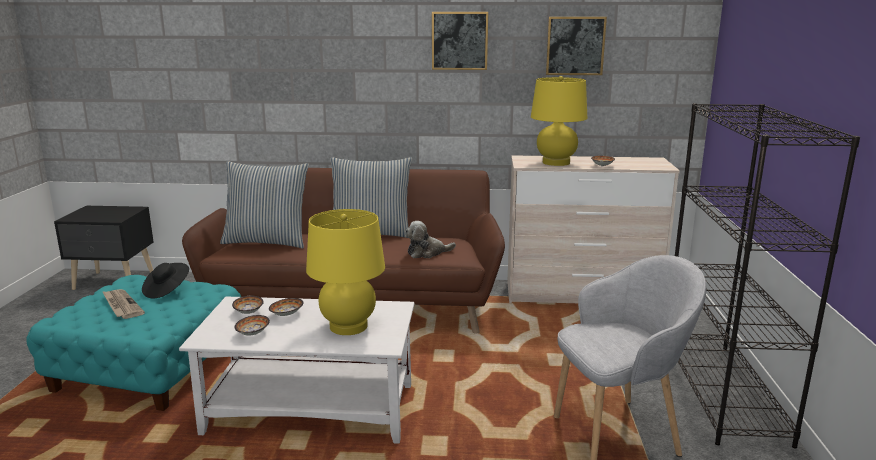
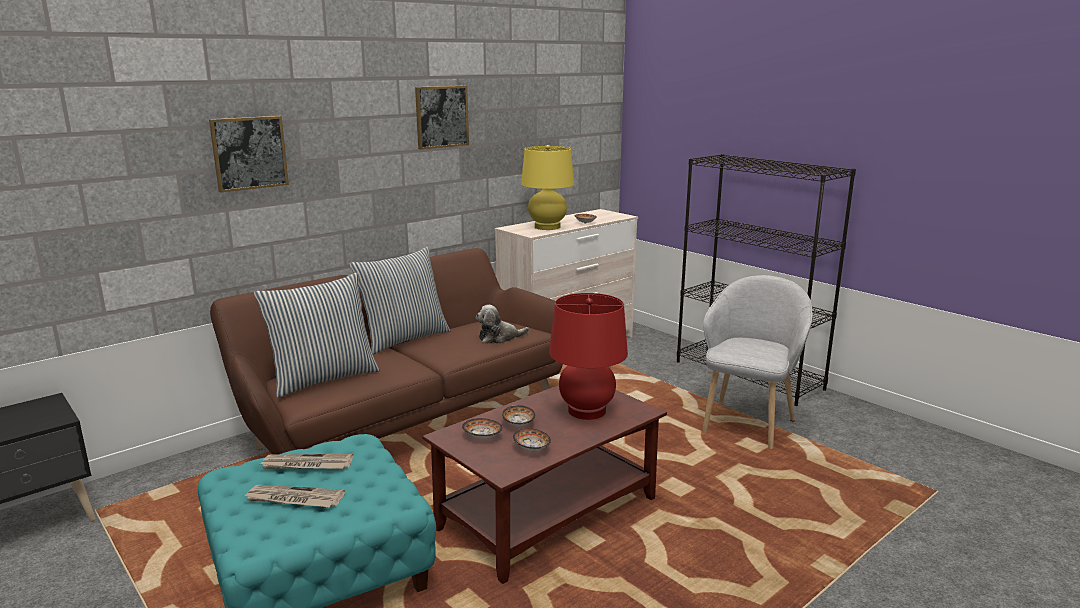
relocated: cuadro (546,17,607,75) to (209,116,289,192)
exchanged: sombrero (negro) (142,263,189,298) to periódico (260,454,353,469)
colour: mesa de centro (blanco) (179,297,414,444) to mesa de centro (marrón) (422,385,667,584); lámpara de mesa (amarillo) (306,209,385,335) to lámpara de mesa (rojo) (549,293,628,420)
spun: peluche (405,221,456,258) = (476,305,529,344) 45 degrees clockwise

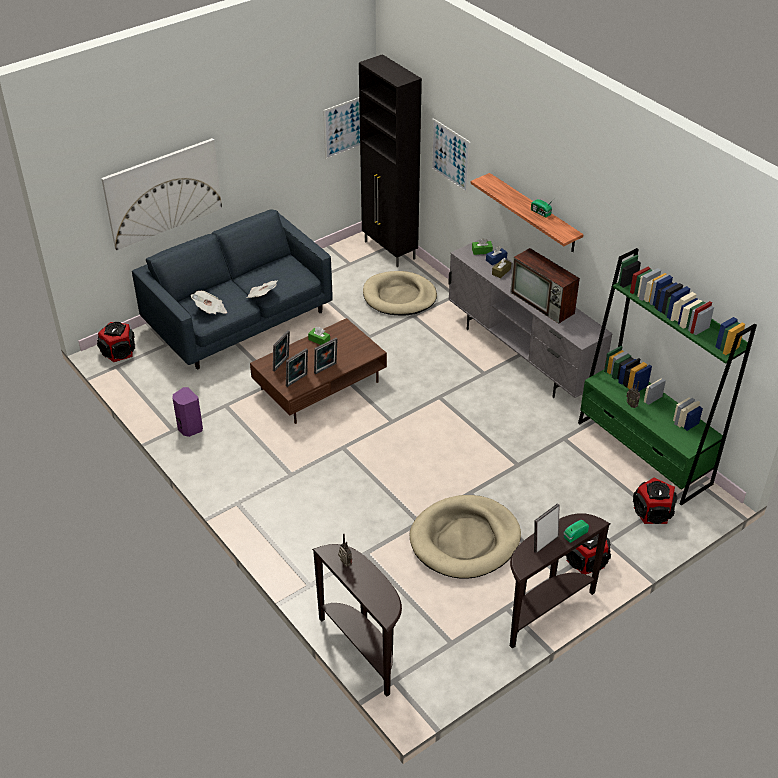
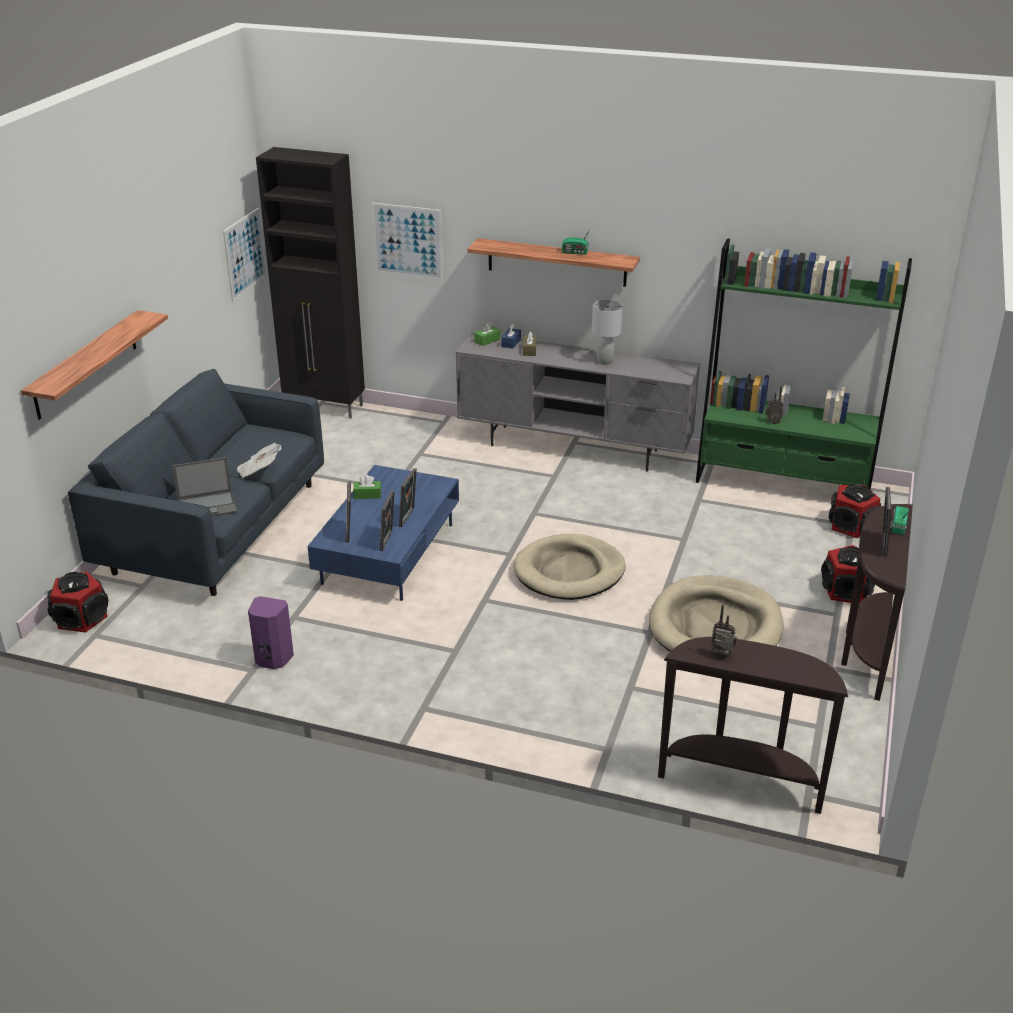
relocated: cama para perro (beis) (363,271,437,315) to (514,534,626,600)
exchanged: cuadro (101,138,222,250) to estante (21,310,168,420); periódico (191,291,227,314) to portátil (172,457,237,516); televisor (510,248,580,324) to lámpara de mesa (gris) (592,300,623,365)
colour: mesa de centro (marrón) (250,318,387,424) to mesa de centro (azul) (307,465,459,601)

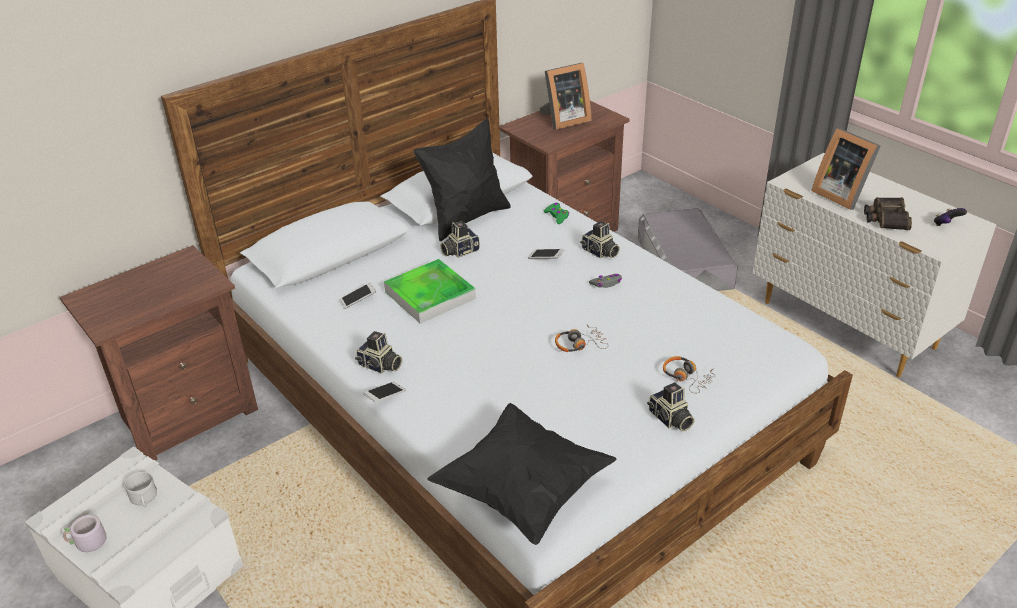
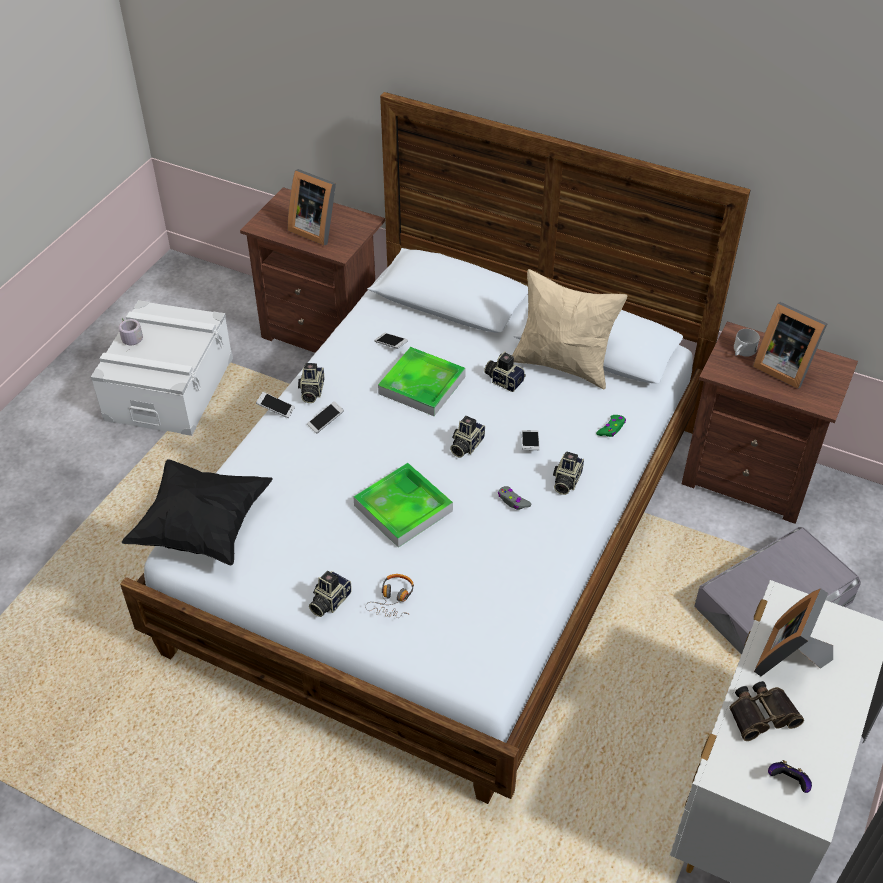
appeared: portarretratos (288,169,336,245); móvil (307,401,344,434); cámara (450,416,485,457)
relocated: taza grande (blanco) (124,472,157,507) to (734,329,760,357)
exchanged: auriculares (555,325,609,352) to bandeja (353,463,453,548)
colour: cojín (negro) (414,118,511,241) to cojín (beis) (512,269,627,389)

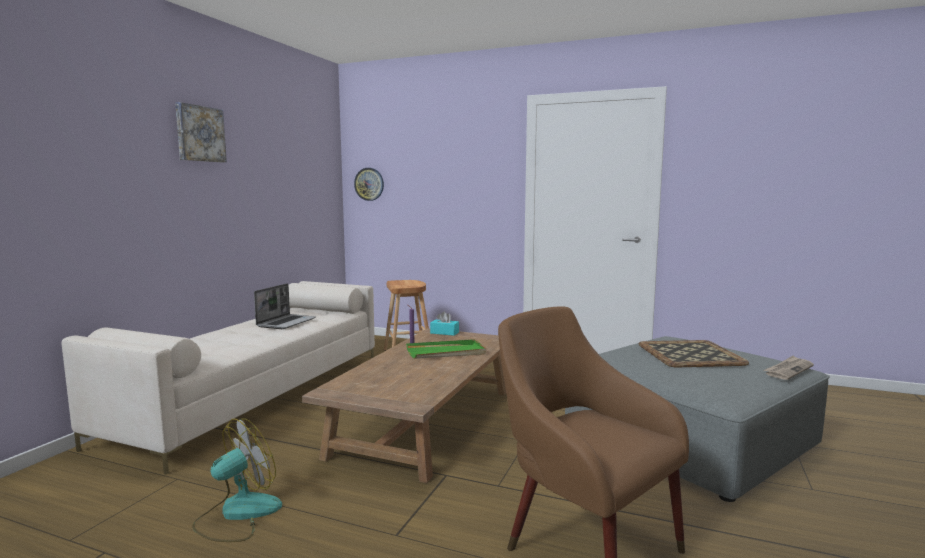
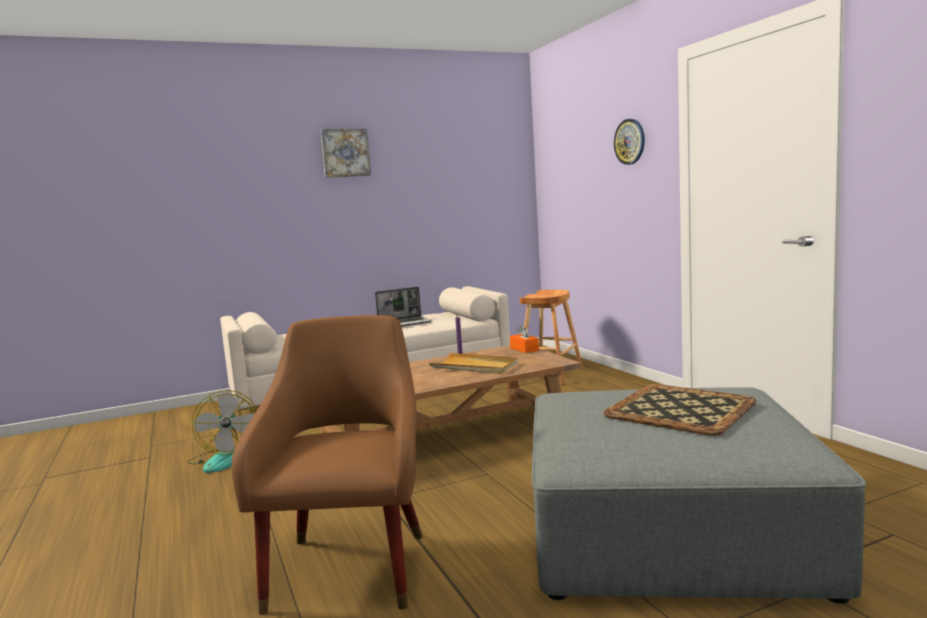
missing: periódico (763,356,814,380)
relocated: reloj de pared (354,168,384,201) to (614,119,645,165)
colour: bandeja (verde) (406,339,486,359) to bandeja (beis) (429,353,518,374); caja de pañuelos (turquesa) (430,311,459,336) to caja de pañuelos (naranja) (510,325,539,353)
spun: ventilador (192,419,282,542) = (187,390,257,473) 75 degrees clockwise

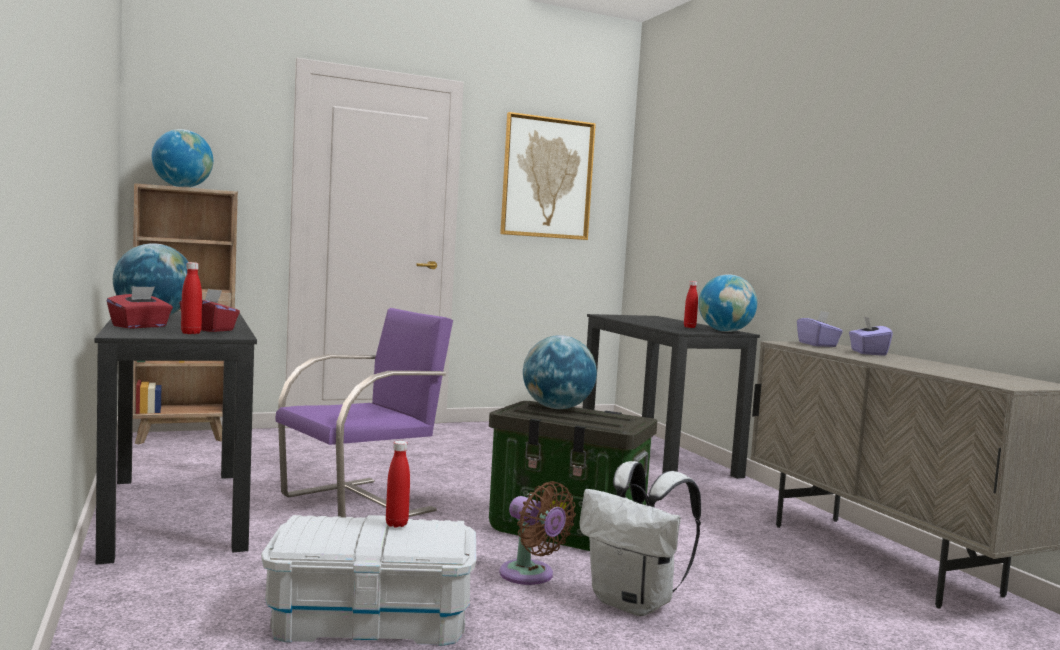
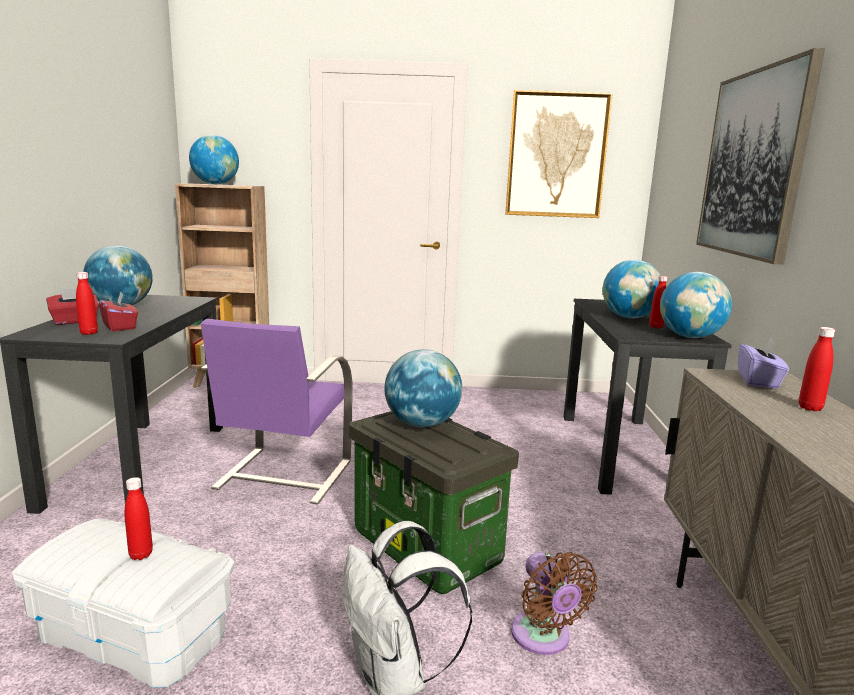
appeared: globo terráqueo (603,260,661,318); cuadro (696,48,825,265)
relocated: ventilador (marrón) (499,481,576,585) to (511,552,598,655)
exchanged: caja de pañuelos (morado) (849,316,893,356) to botella (rojo) (799,327,835,411)
spun: silla (morado) (275,308,453,518) = (201,319,353,504) 120 degrees clockwise

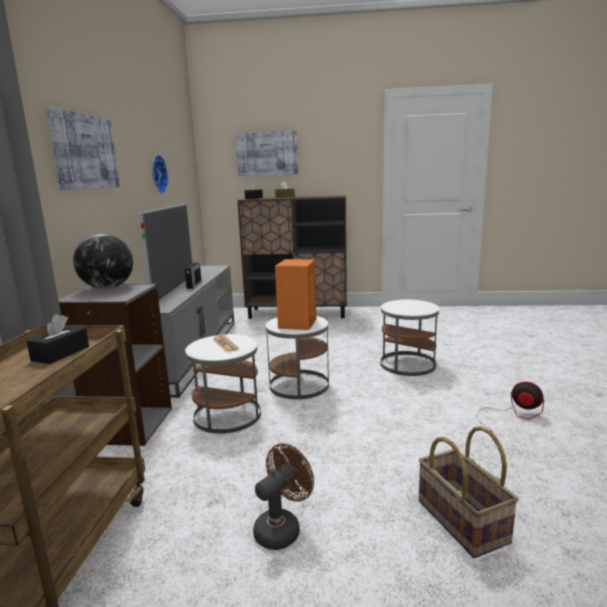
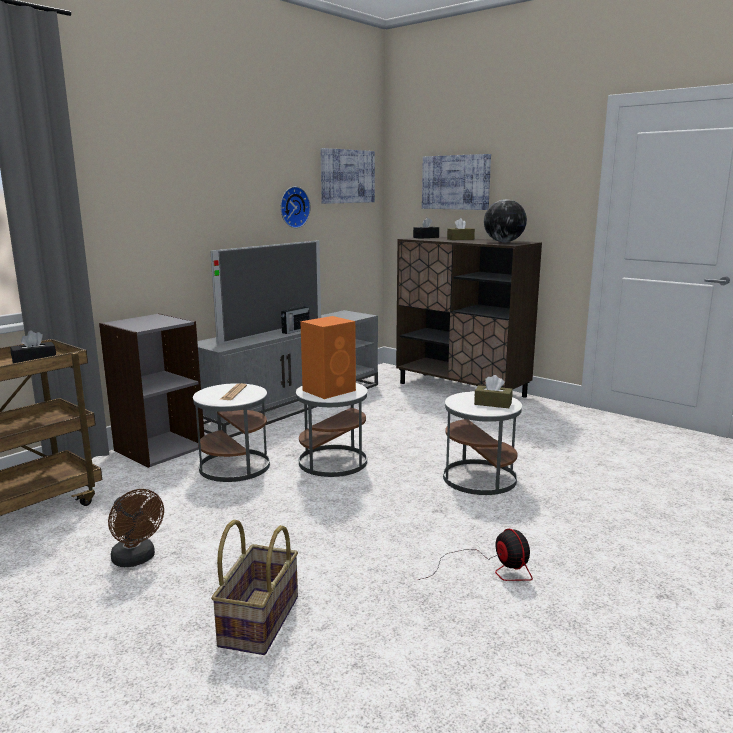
appeared: caja de pañuelos (marrón) (474,375,513,408)
relocated: cuadro (46,106,120,190) to (320,148,375,204); globo terráqueo (73,234,133,289) to (484,199,527,242)
spun: ventilador (marrón) (253,443,314,550) = (108,489,164,567) 60 degrees clockwise

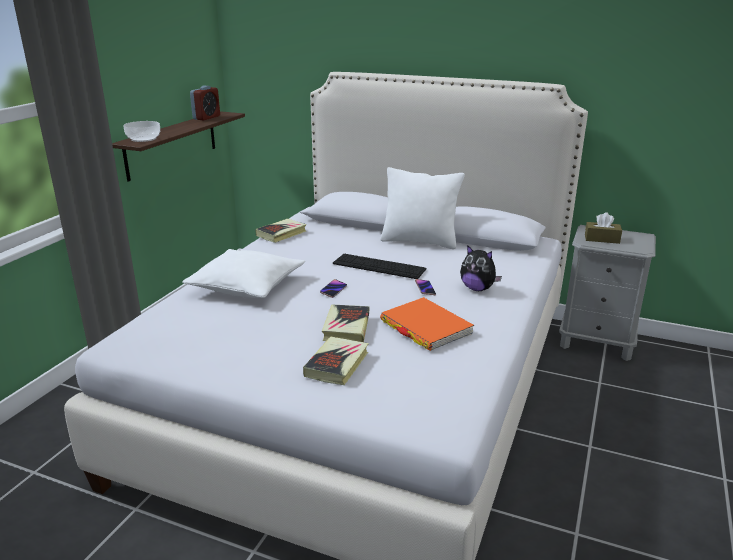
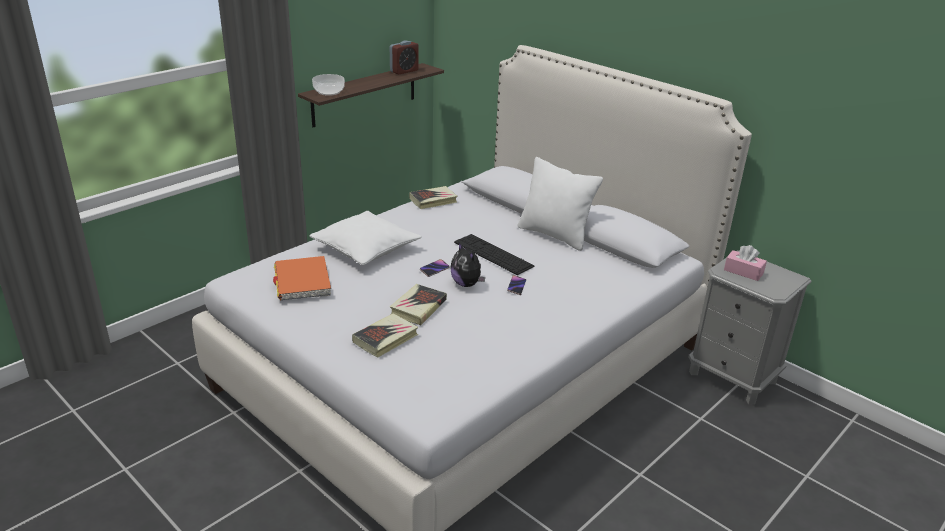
relocated: libro (naranja) (380,297,474,351) to (273,256,331,300); peluche (460,245,502,291) to (450,243,485,287)
colour: caja de pañuelos (marrón) (585,212,622,244) to caja de pañuelos (rosa) (724,245,767,281)

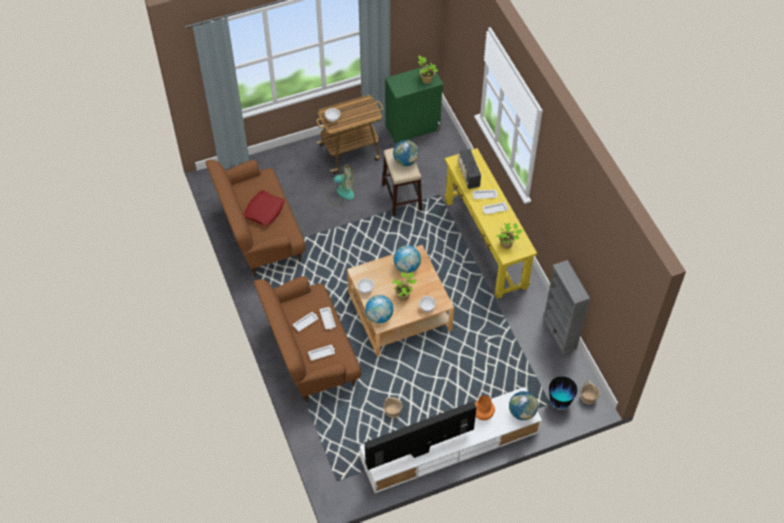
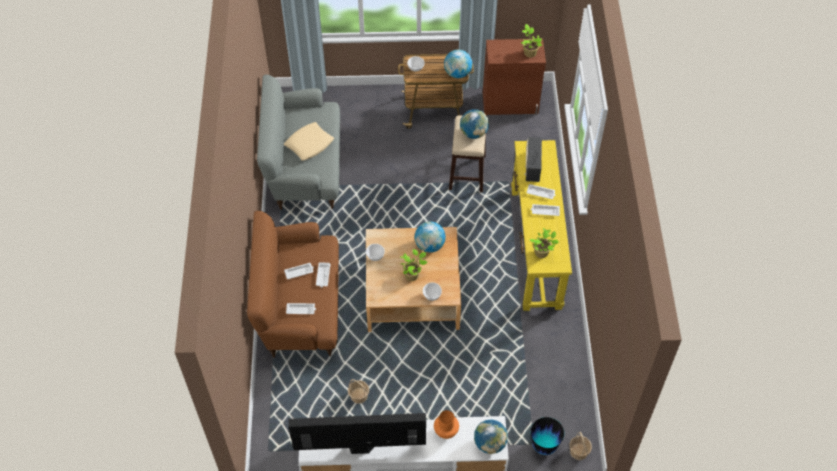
missing: ventilador (326,164,355,205); estantería (gris) (543,260,590,354)
relocated: globo terráqueo (365,295,393,323) to (444,50,472,78)
colour: sofá (marrón) (206,160,306,276) to sofá (gris) (257,75,340,210); cojín (rojo) (244,190,285,227) to cojín (beis) (284,122,334,161); armario (verde) (385,65,444,143) to armario (marrón) (483,39,546,115)

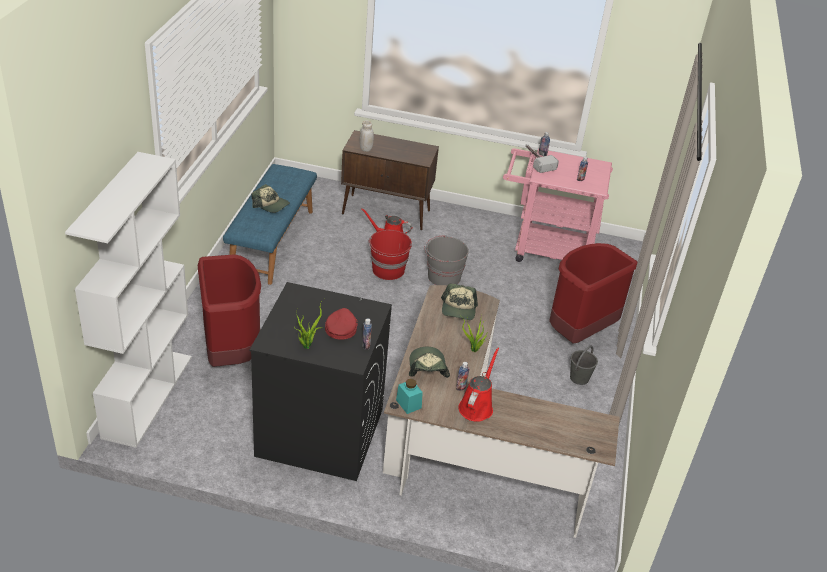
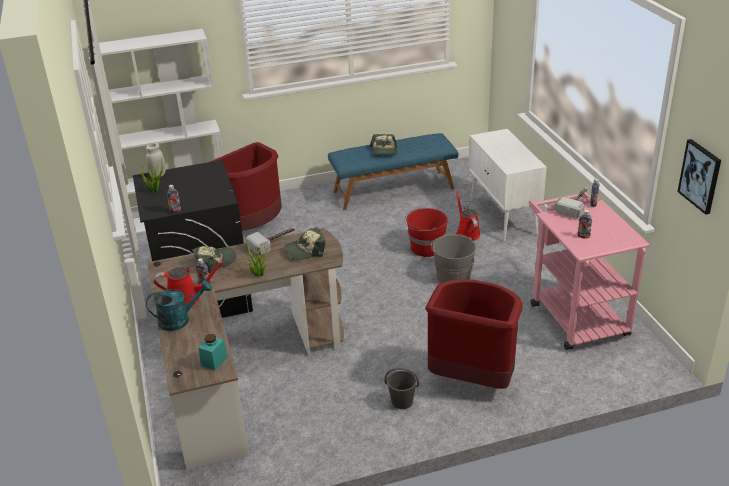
missing: gorra (rojo) (325,308,358,340)
appeared: regadera (turquesa) (146,280,212,331); martillo (246,227,296,256); cuadro (678,139,721,215)
relocated: tarro (blanco) (360,120,374,152) to (146,143,166,178); tarro (turquesa) (396,379,423,414) to (199,334,228,370)
colour: armario (marrón) (341,130,439,230) to armario (blanco) (469,129,547,242)

